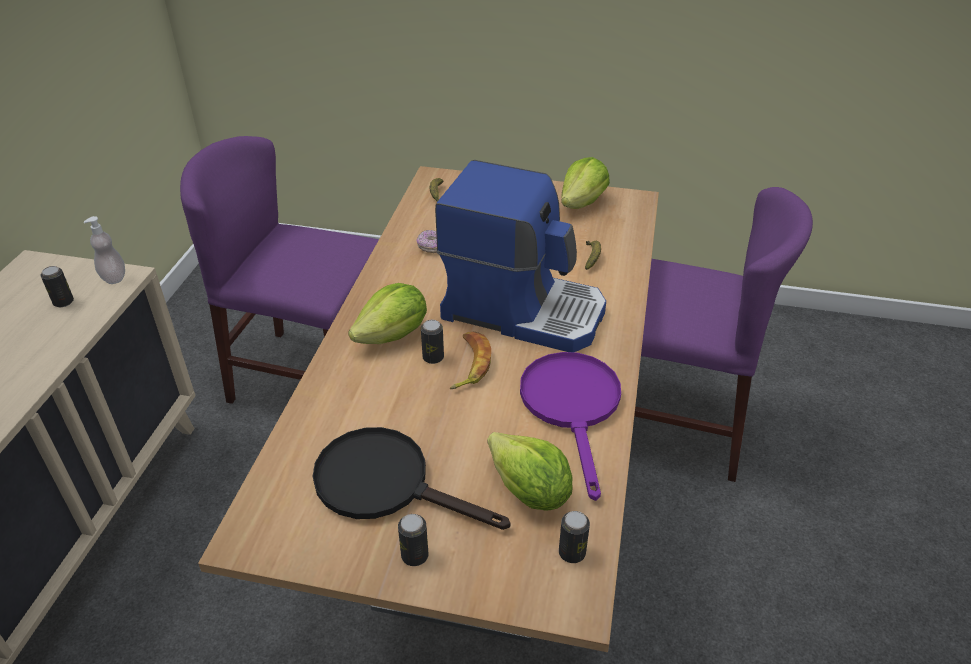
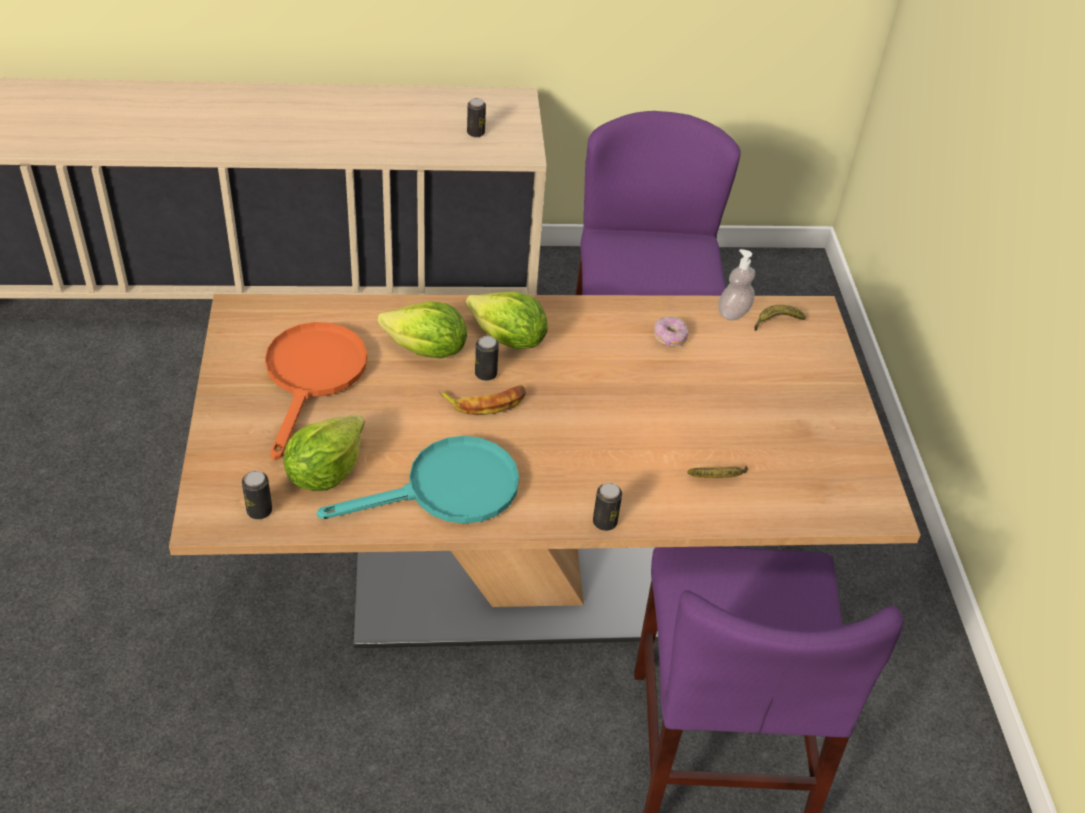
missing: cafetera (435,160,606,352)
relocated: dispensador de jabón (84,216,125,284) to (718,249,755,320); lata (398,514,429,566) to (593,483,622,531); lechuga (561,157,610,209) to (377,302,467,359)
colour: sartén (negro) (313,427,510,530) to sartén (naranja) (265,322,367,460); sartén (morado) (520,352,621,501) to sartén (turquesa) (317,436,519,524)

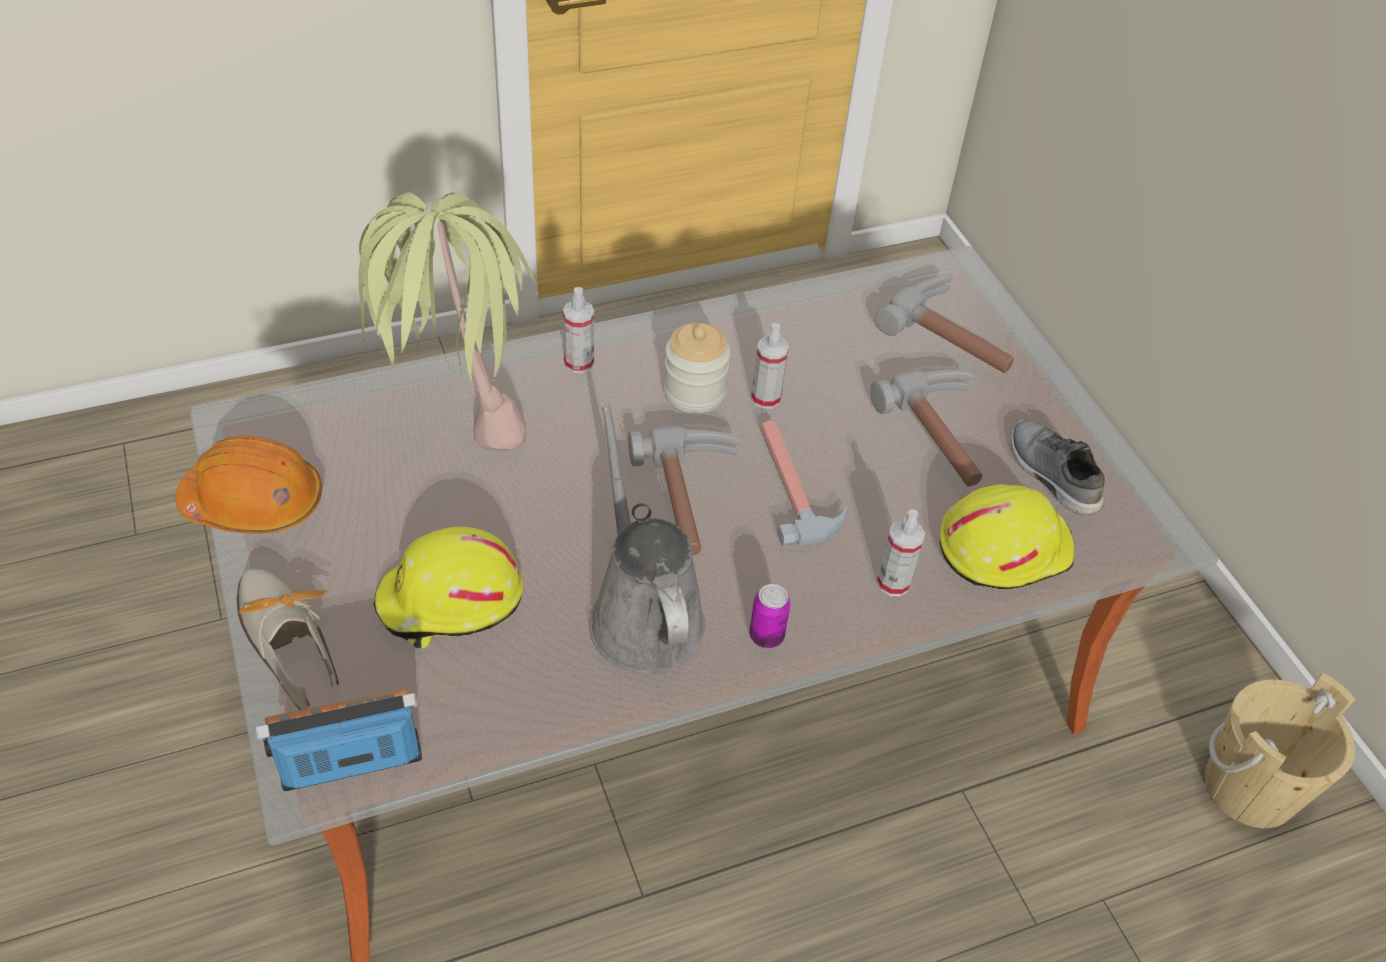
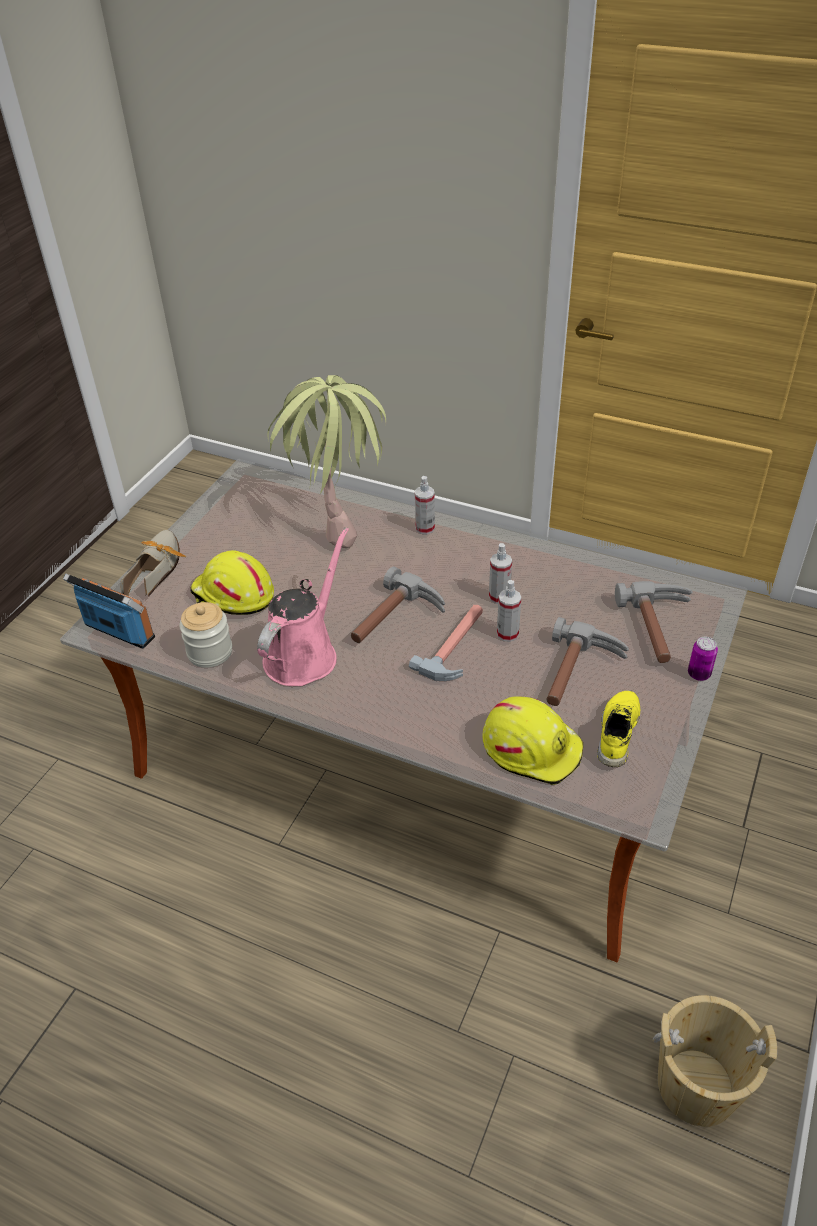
missing: casco (naranja) (175,436,322,534)
relocated: tarro (664,323,730,413) to (179,602,232,668); lata (749,584,791,648) to (688,637,718,681); pulverizador (877,510,925,597) to (497,580,521,642)
colour: regadera (gris) (589,405,705,674) to regadera (rosa) (257,527,349,686); zapato (gris) (1011,419,1105,515) to zapato (amarillo) (597,690,640,767)

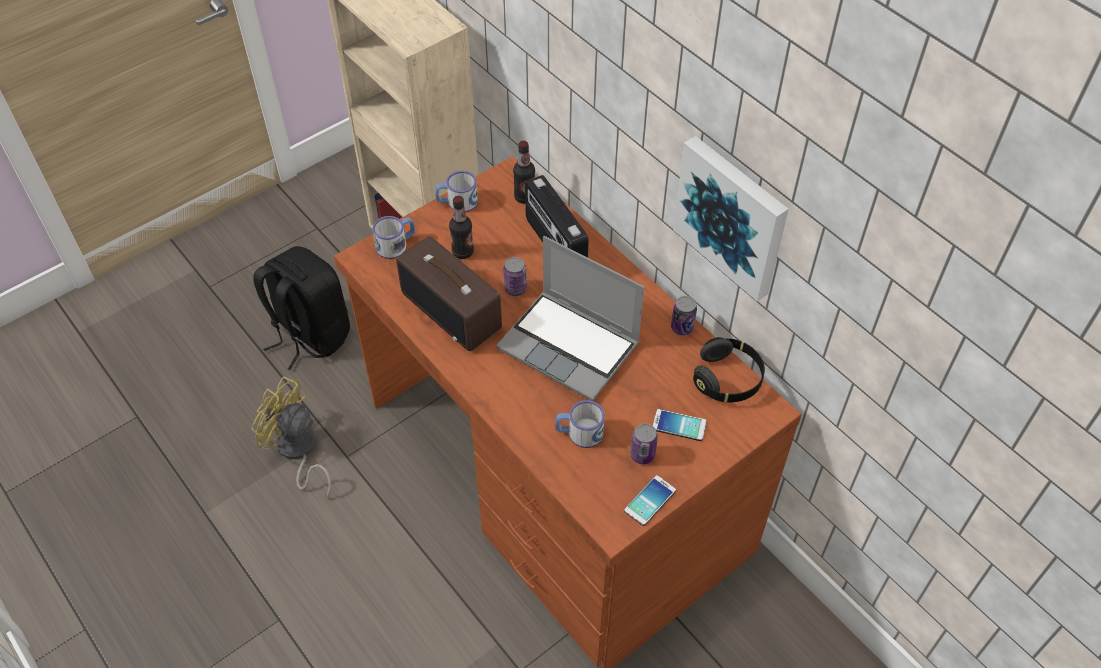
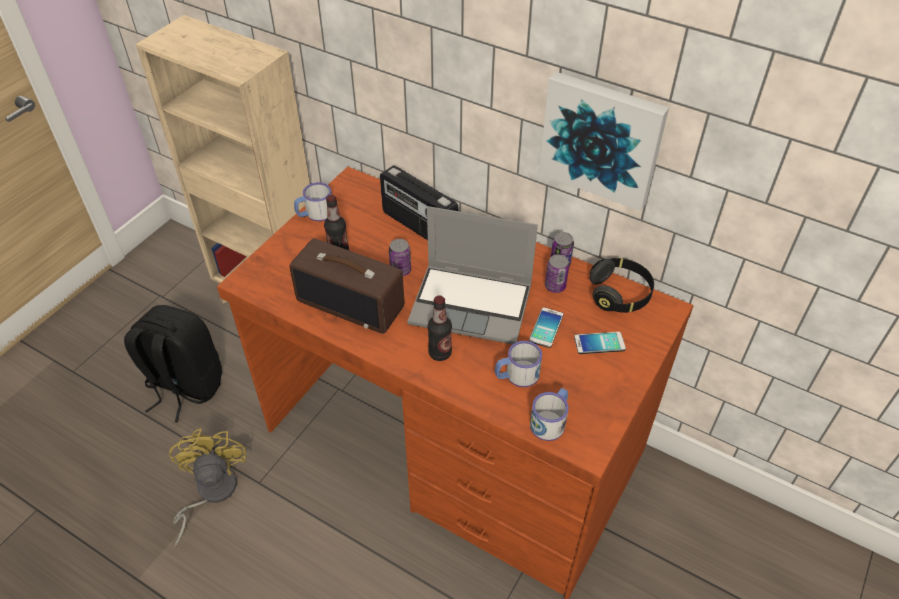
relocated: taza grande (373,216,415,259) to (530,388,568,441); botella (513,140,535,204) to (428,295,452,361); móvil (624,475,676,526) to (529,307,563,348); lata (630,423,658,464) to (545,254,569,293)
spun: ventilador (amarillo) (252,376,332,498) = (169,429,246,548) 75 degrees clockwise

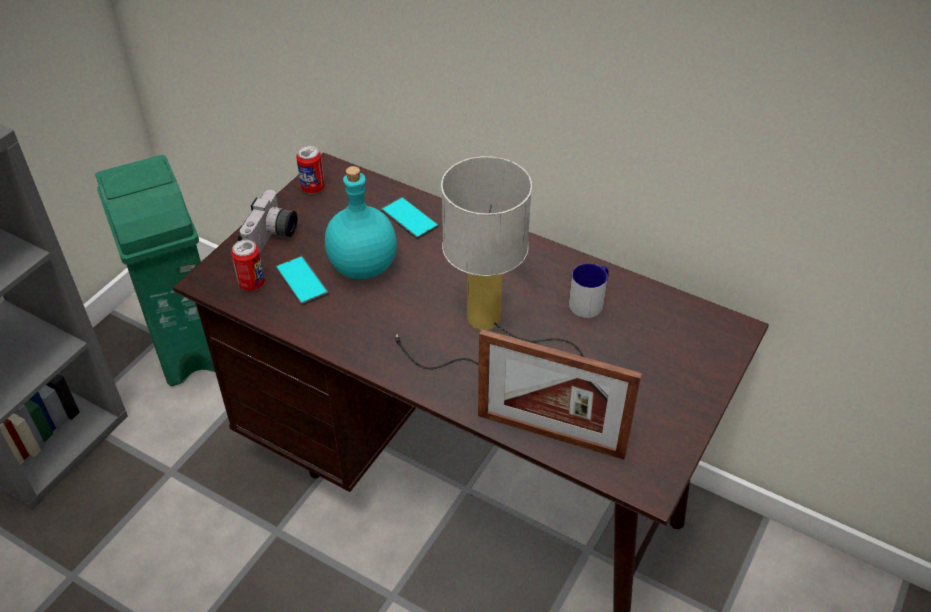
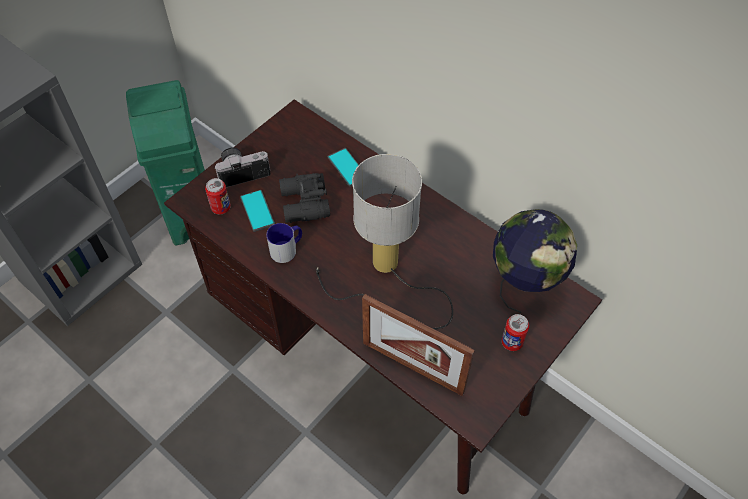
appeared: globo terráqueo (493,209,577,313)
relocated: lata (296,146,325,193) to (501,314,529,351); taza grande (569,263,609,318) to (266,223,302,263)
exchanged: botella (turquesa) (325,166,397,279) to prismáticos (negro) (279,173,330,223)
spun: cámara (238,190,297,253) = (214,148,270,187) 135 degrees counterclockwise

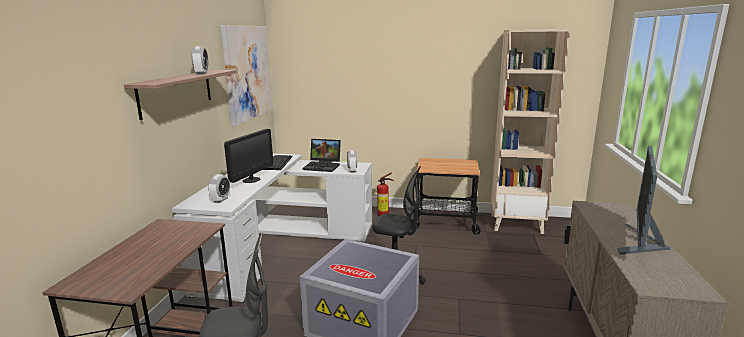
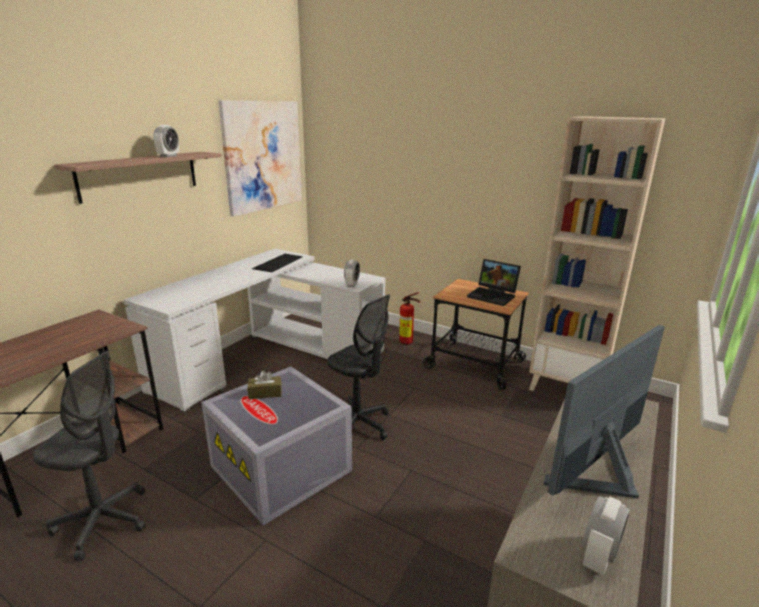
missing: monitor (224,129,273,183)
appeared: caja de pañuelos (marrón) (247,370,282,399)
relocated: despertador (208,174,230,203) to (582,496,630,576); portátil (303,139,341,172) to (467,259,521,306)

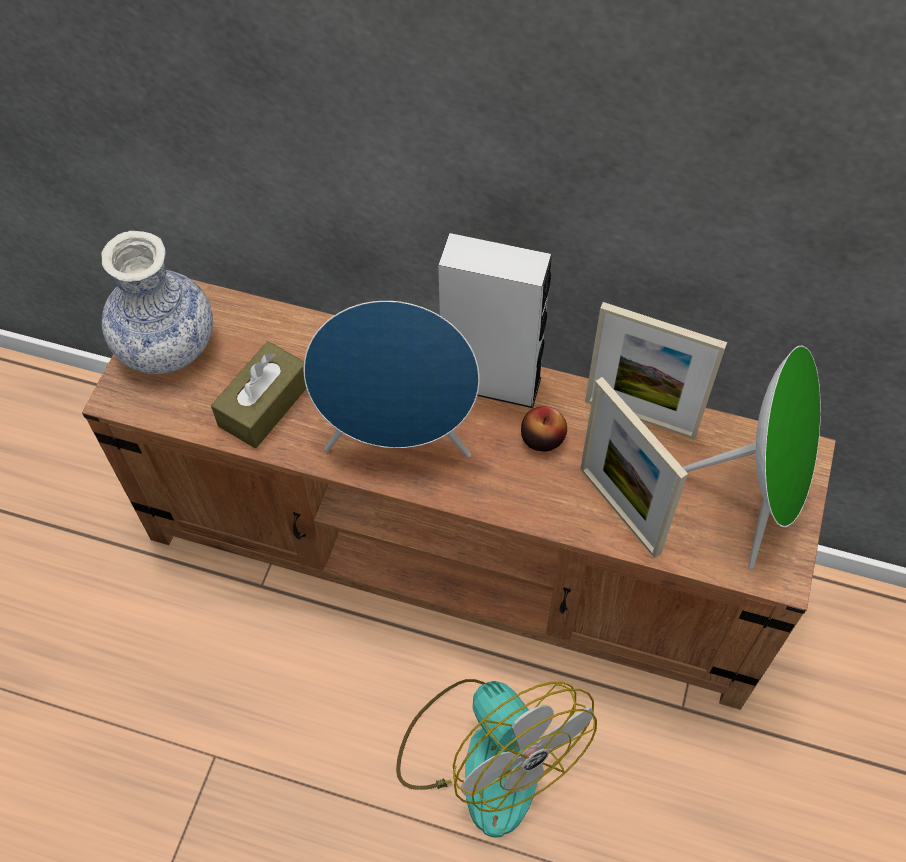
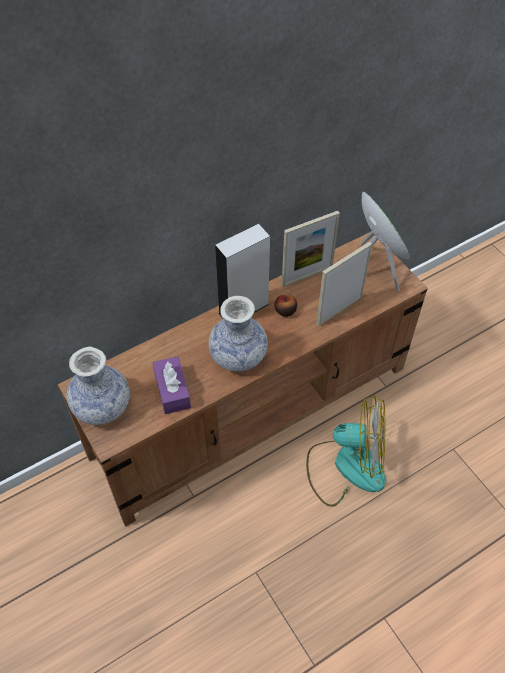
exchanged: altavoz (azul) (304,301,480,457) to florero (209,296,268,371)
colour: caja de pañuelos (marrón) (211,341,306,448) to caja de pañuelos (morado) (153,356,191,414)
spun: portarretratos (580,377,688,558) = (317,242,372,326) 135 degrees clockwise

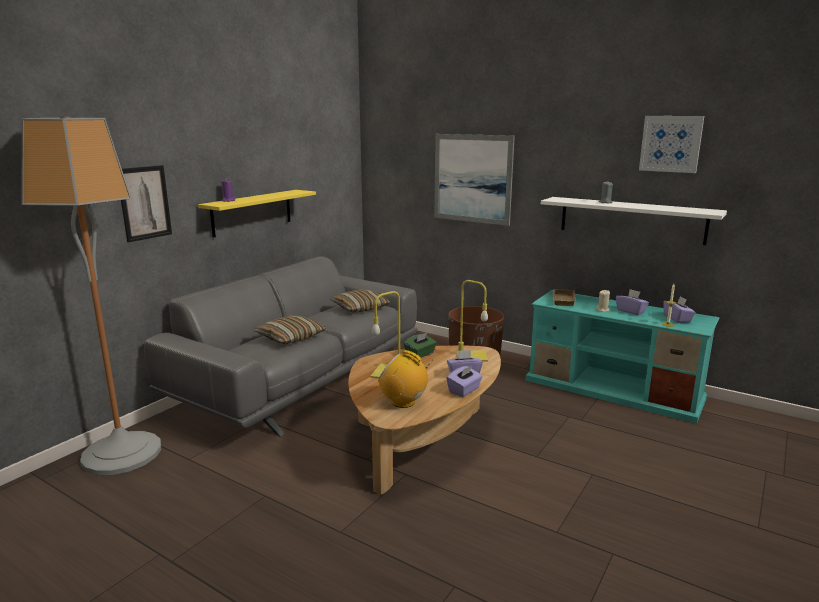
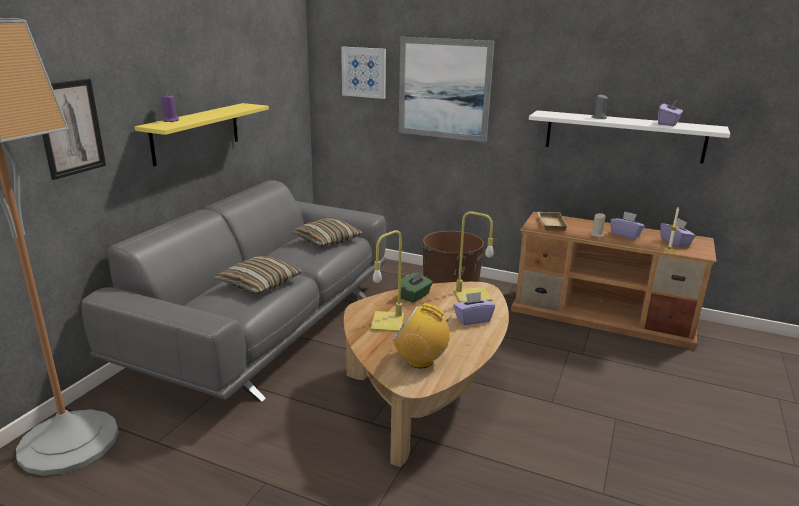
relocated: caja de pañuelos (morado) (446,365,483,397) to (658,99,683,126); cuadro (639,116,704,173) to (341,47,386,99)
colour: mueble de televisión (turquesa) (525,290,719,424) to mueble de televisión (marrón) (511,212,717,350)

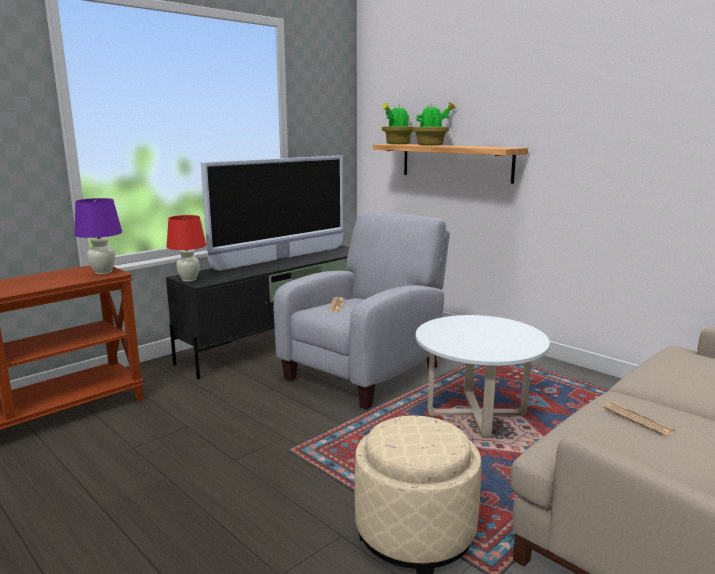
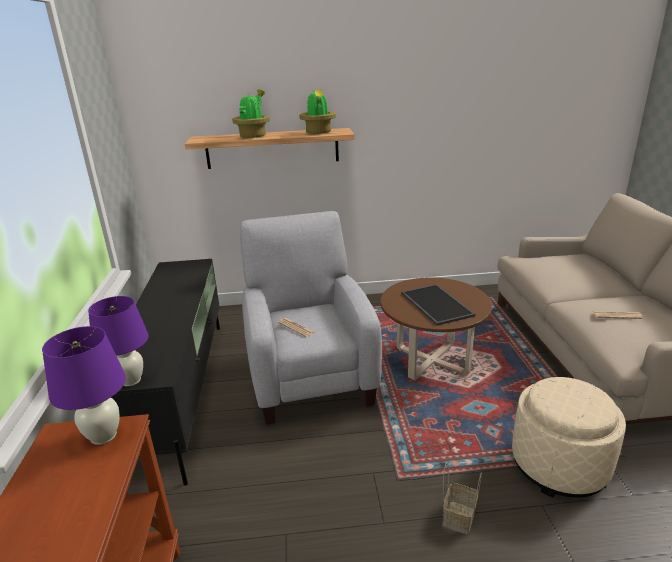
missing: televisor (201,155,343,271)
appeared: bandeja (401,284,475,326); cesta (443,462,482,534)
relocated: planta en maceta (382,103,414,144) to (299,89,336,134)
colour: lámpara de mesa (rojo) (167,215,206,282) to lámpara de mesa (morado) (88,296,149,386); mesa de centro (blanco) (416,315,550,438) to mesa de centro (marrón) (381,277,492,380)

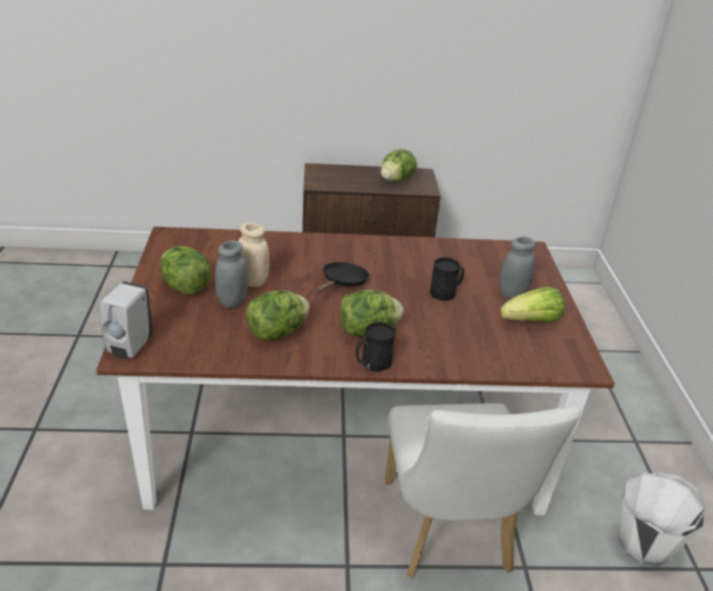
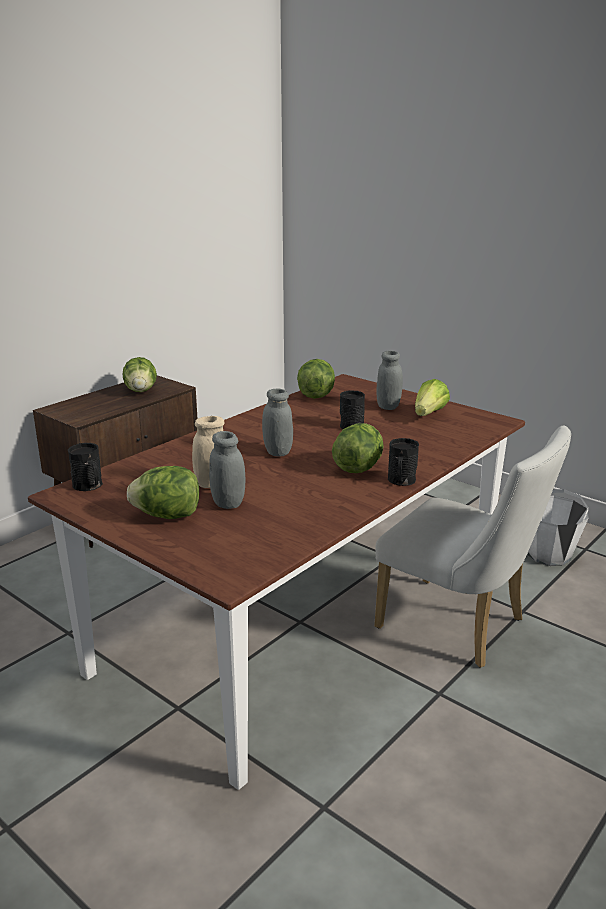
missing: dispensador de jabón (blanco) (99,281,153,359)
appeared: taza grande (negro) (68,443,103,491)
relocated: lechuga (246,290,310,341) to (297,359,335,399)
exchanged: sartén (negro) (315,262,369,293) to tarro (gris) (262,389,293,457)

